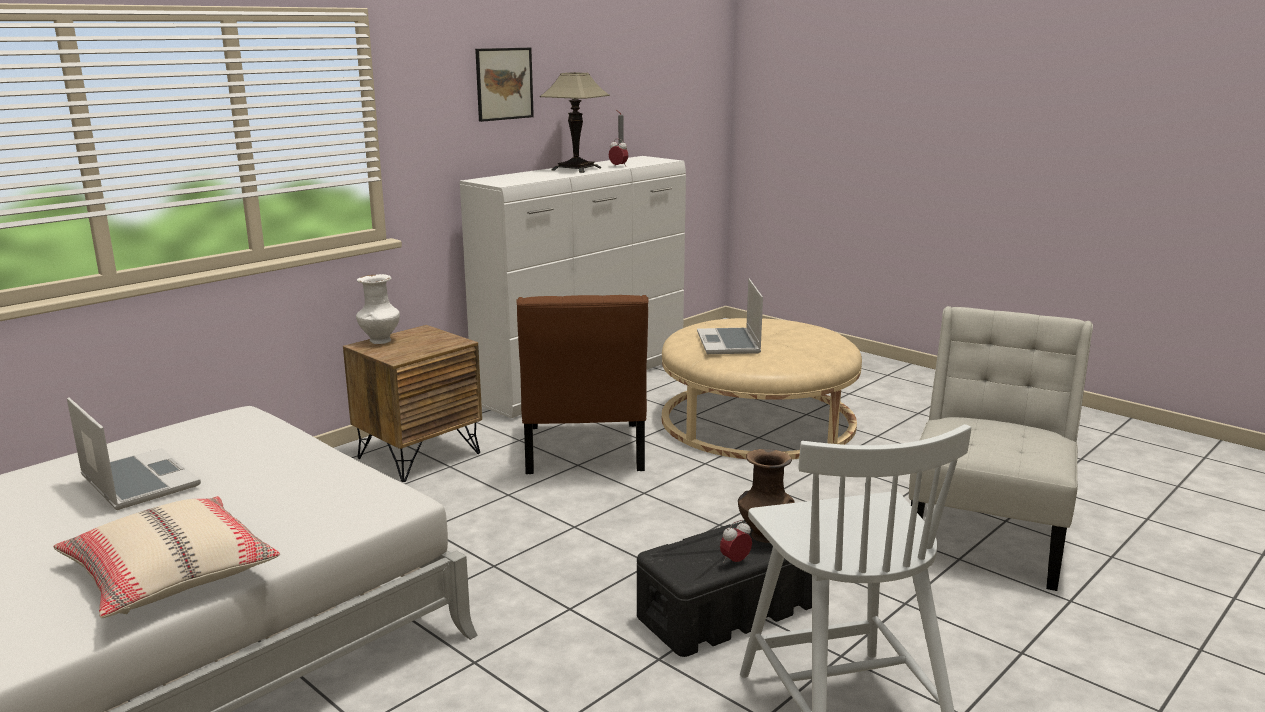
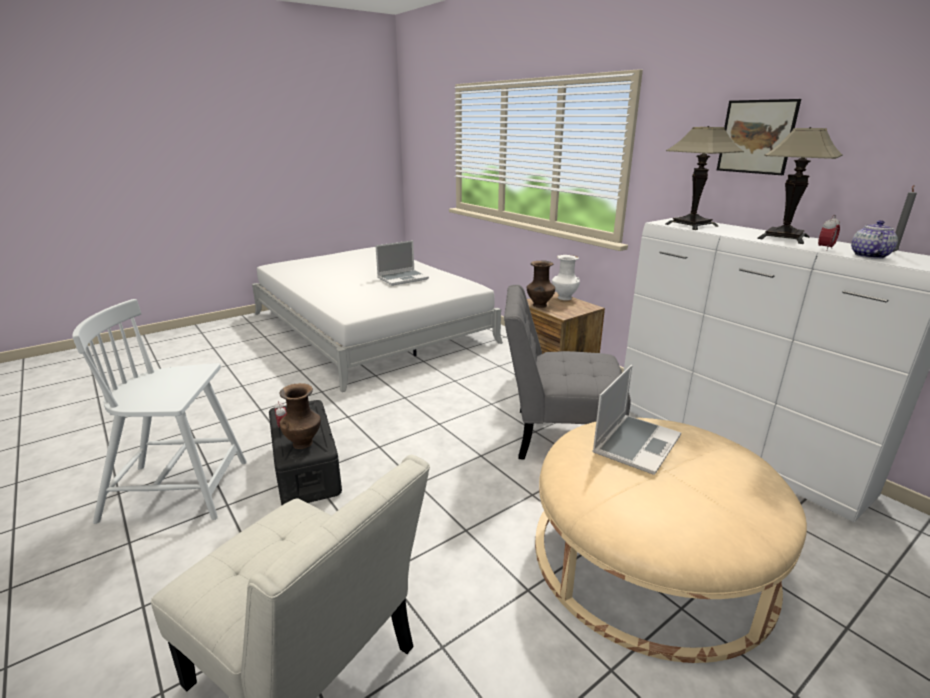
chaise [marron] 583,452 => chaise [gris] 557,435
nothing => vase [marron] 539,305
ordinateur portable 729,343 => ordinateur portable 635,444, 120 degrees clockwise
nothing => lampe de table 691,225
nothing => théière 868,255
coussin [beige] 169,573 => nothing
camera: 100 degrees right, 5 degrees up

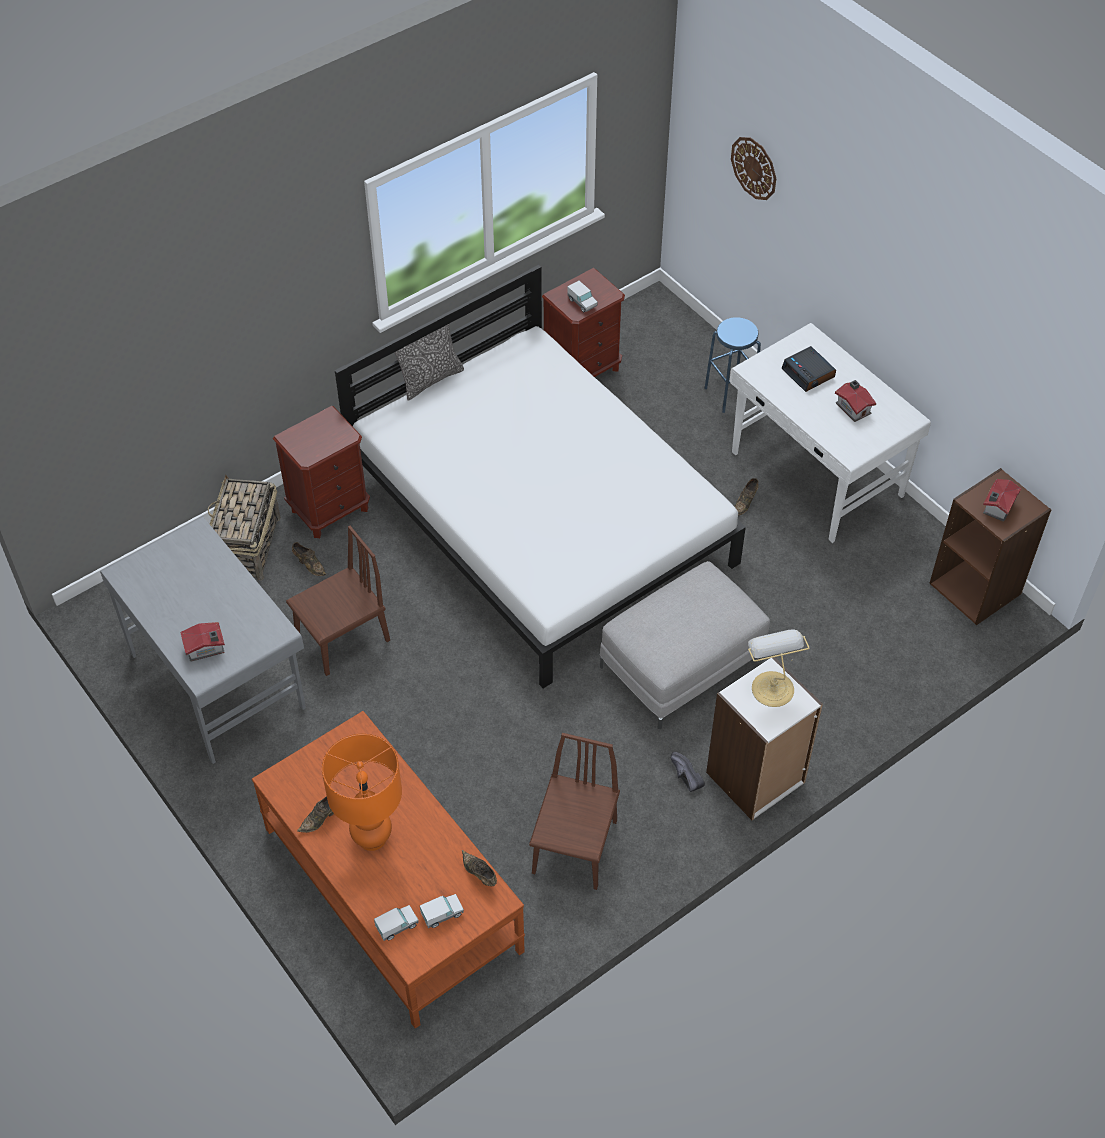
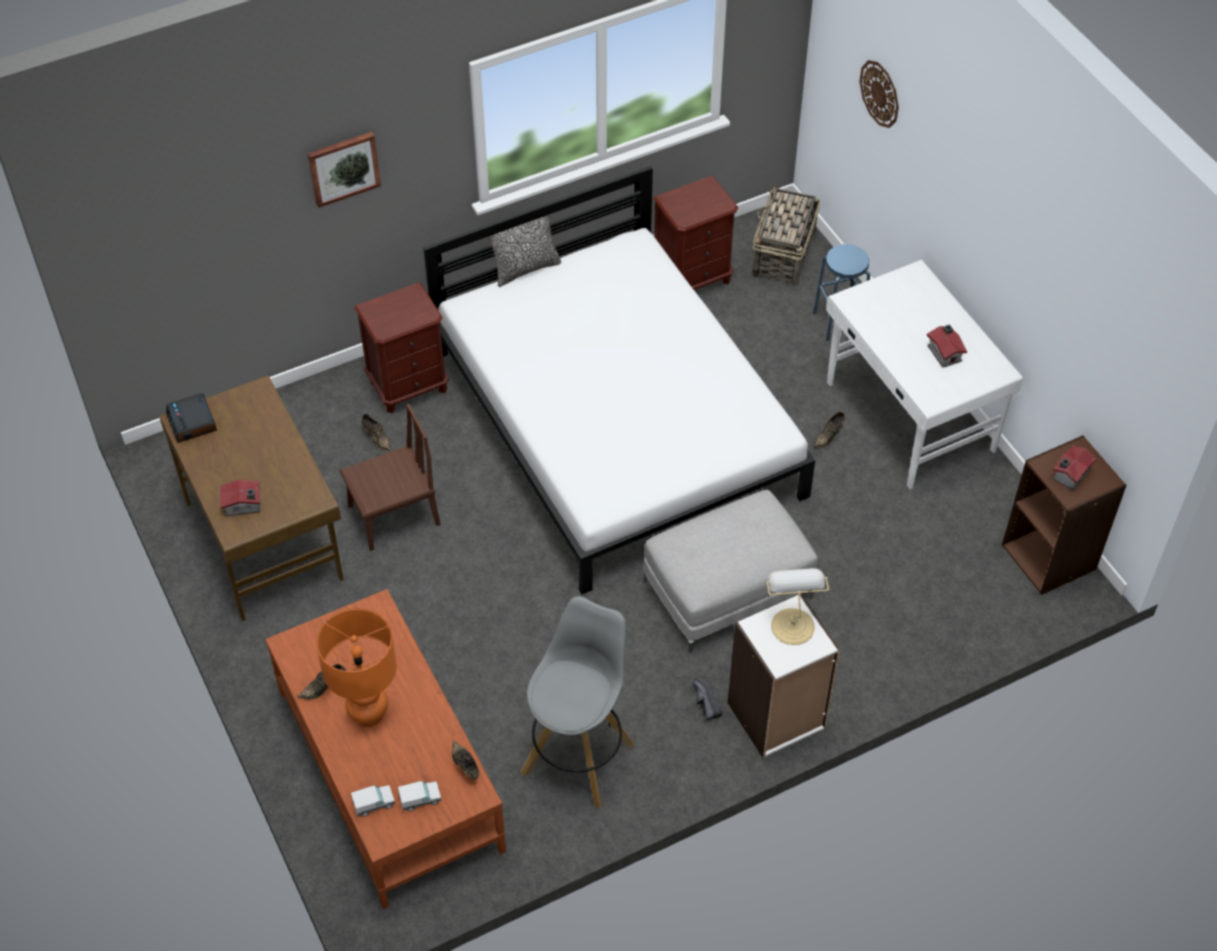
bureau [gris] 218,679 => bureau [marron] 265,538
réveil 809,373 => réveil 192,422, shifted
nothing => tableau 343,167
chaise [marron] 575,847 => tabouret [gris] 579,756
panier 247,546 => panier 783,255, shifted
camion jouet 582,303 => nothing
camera: 10 degrees right, 0 degrees up

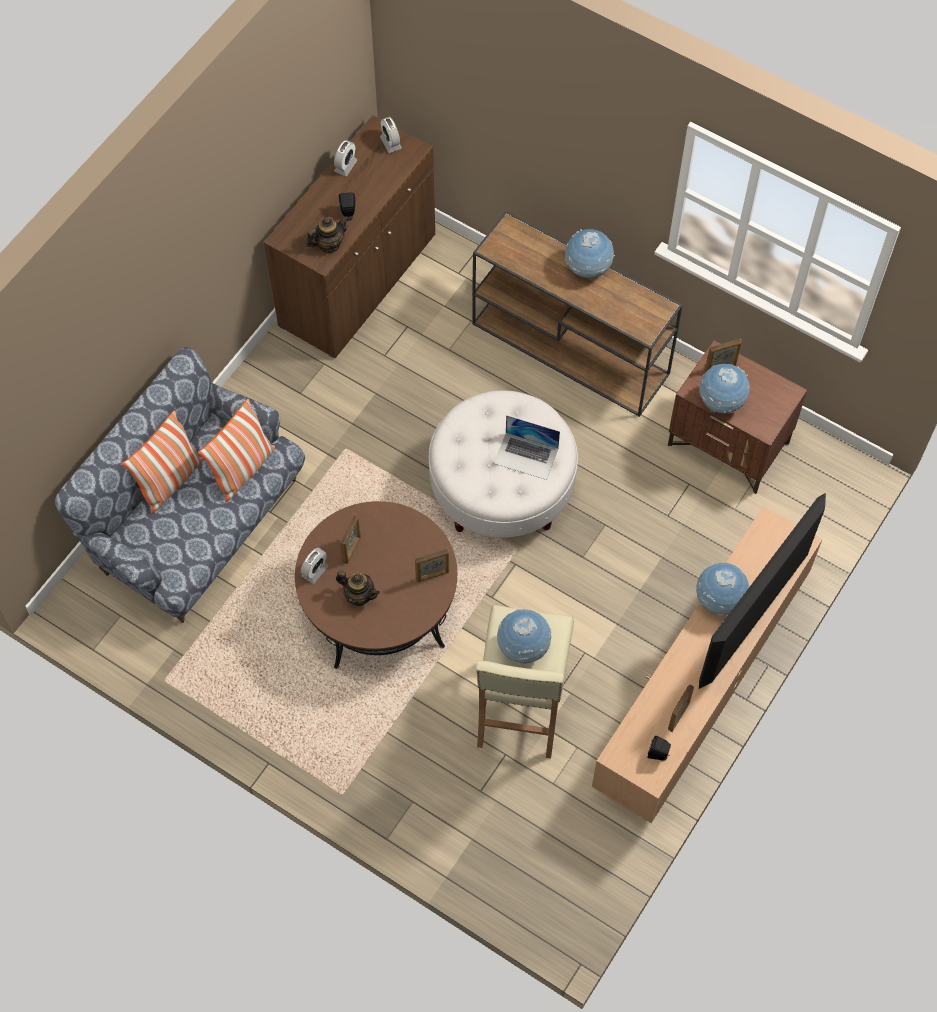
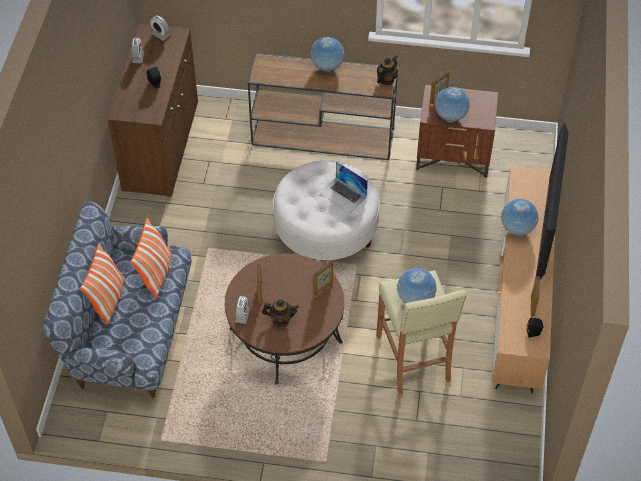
ordinateur portable 526,456 => ordinateur portable 343,195, 45 degrees clockwise
théière 329,244 => théière 386,80, shifted
camera: 25 degrees left, 10 degrees down

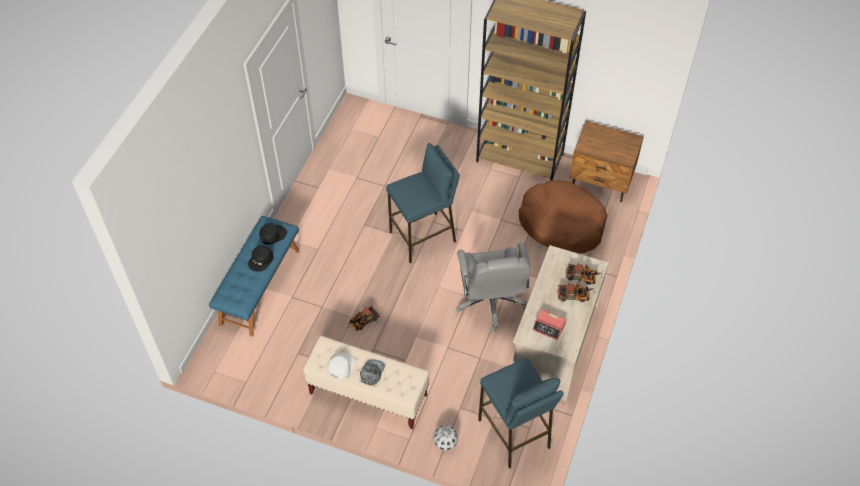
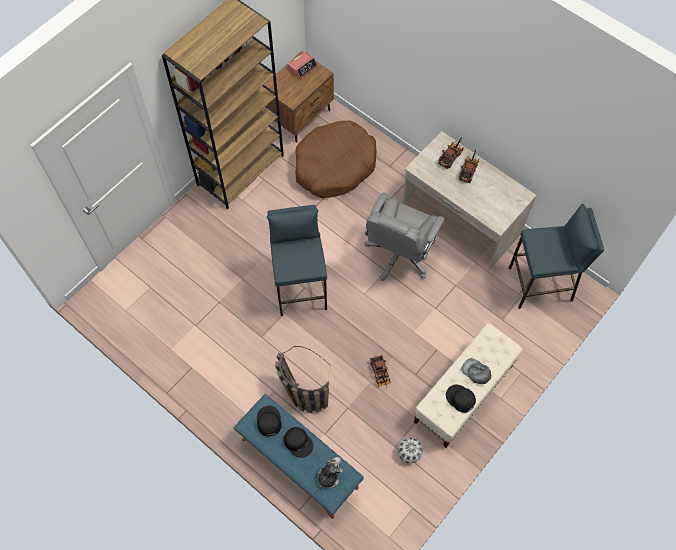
nothing => panier 301,393
réveil 549,327 => réveil 302,67, shifted
nothing => peluche 329,476
chaise de bureau [gris] 491,302 => chaise de bureau [gris] 399,254, 105 degrees clockwise
ballon de foot 445,442 => ballon de foot 408,453, shifted
casquette [blanc] 340,366 => casquette [noir] 460,399
camera: 70 degrees left, 10 degrees up

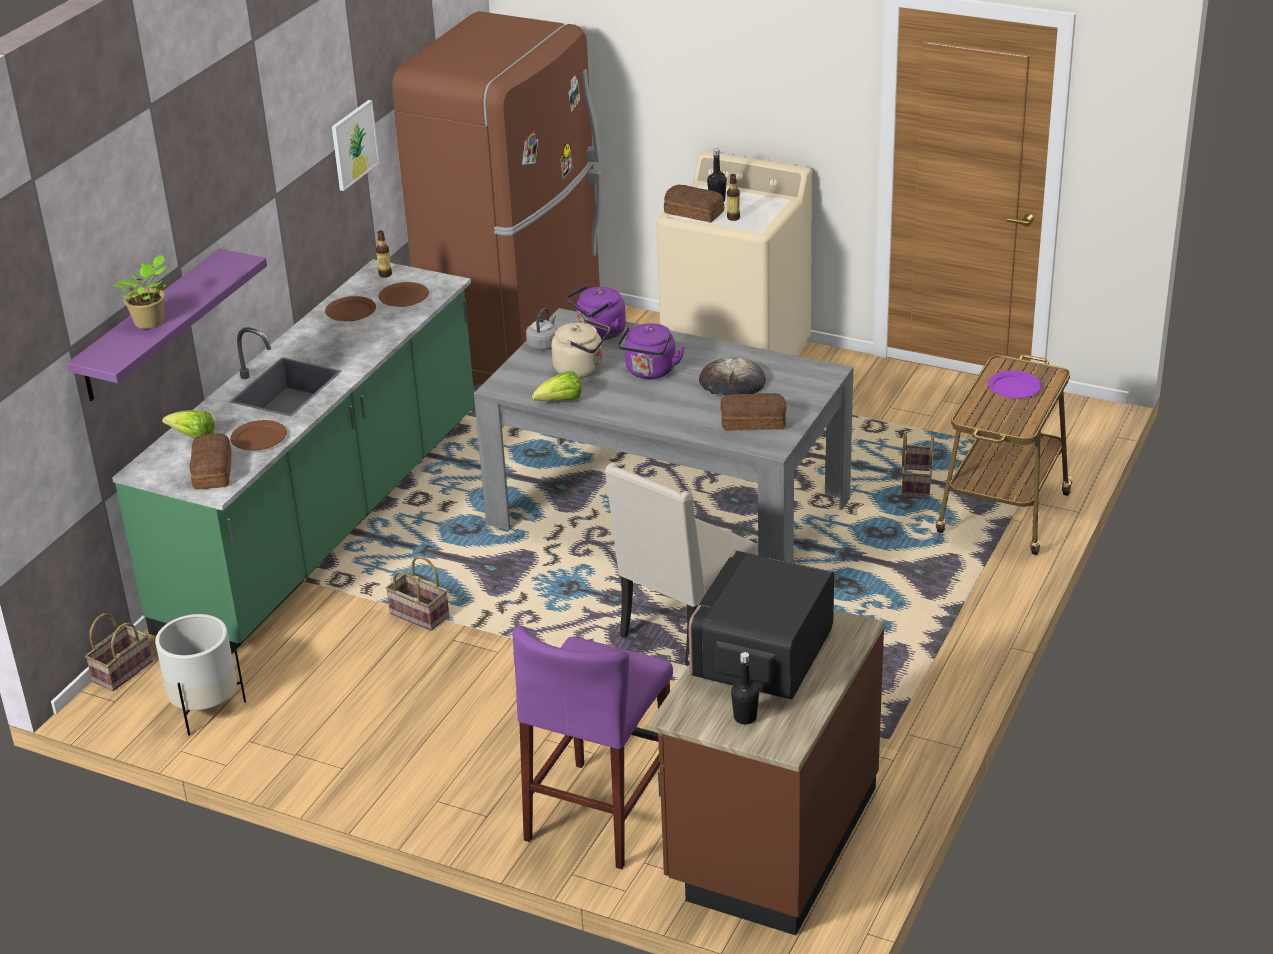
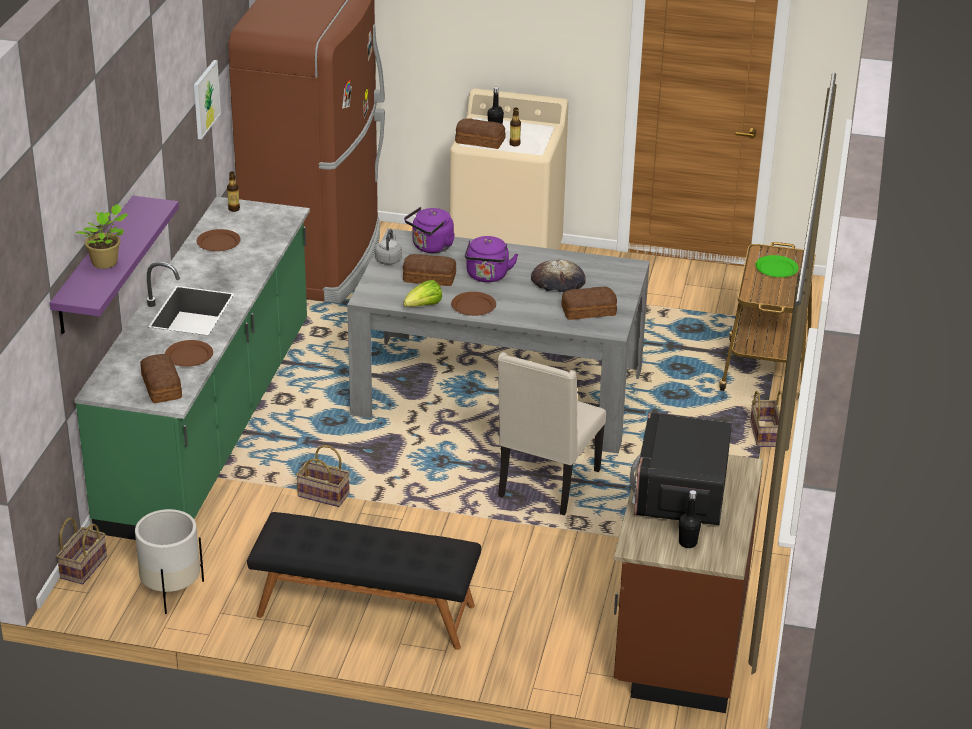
nothing => banc [noir] 365,611
bouilloire [beige] 582,369 => pain 430,278
assiette [marron] 403,297 => assiette [marron] 473,306, shifted
panier 915,484 => panier 763,433, shifted
assiette [violet] 1013,387 => assiette [vert] 776,268
laitue 193,438 => nothing
tabouret [violet] 599,814 => nothing
camera: 15 degrees left, 0 degrees up

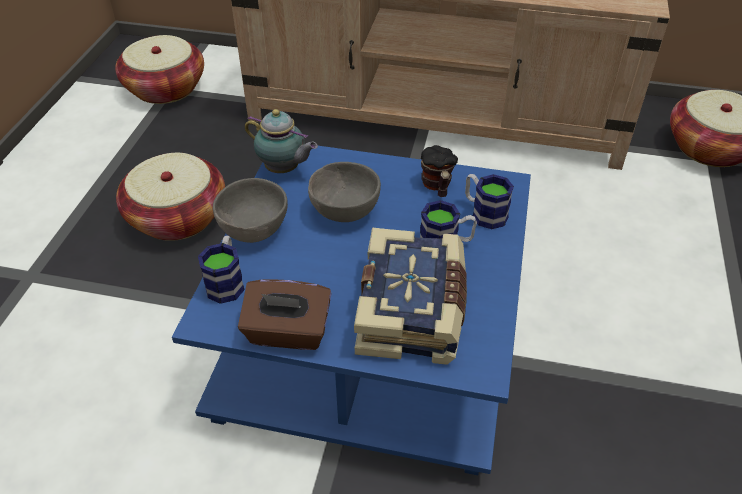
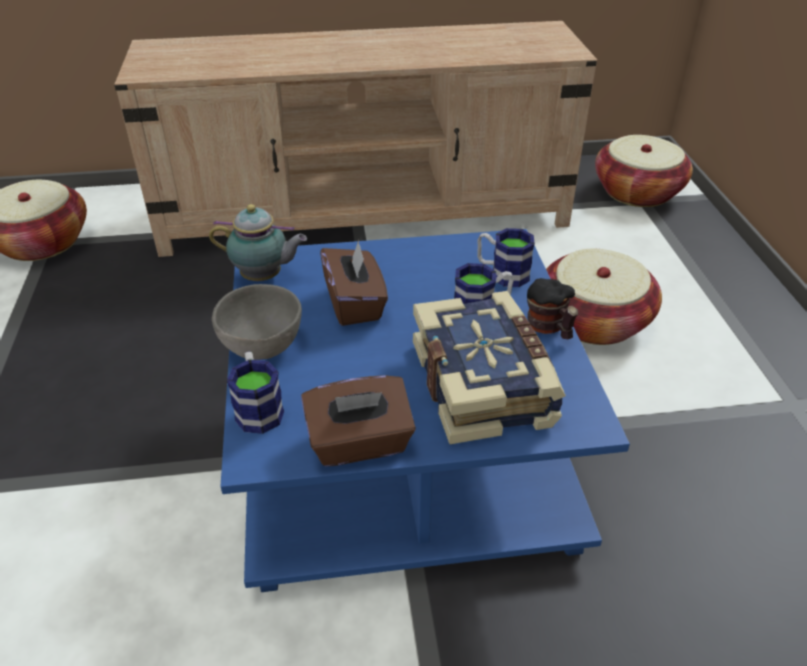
bol [gris] 344,211 => boîte à mouchoirs [marron] 355,304
mug 437,187 => mug 549,329, shifted
panier 178,217 => panier 593,320, shifted
camera: 20 degrees left, 5 degrees down

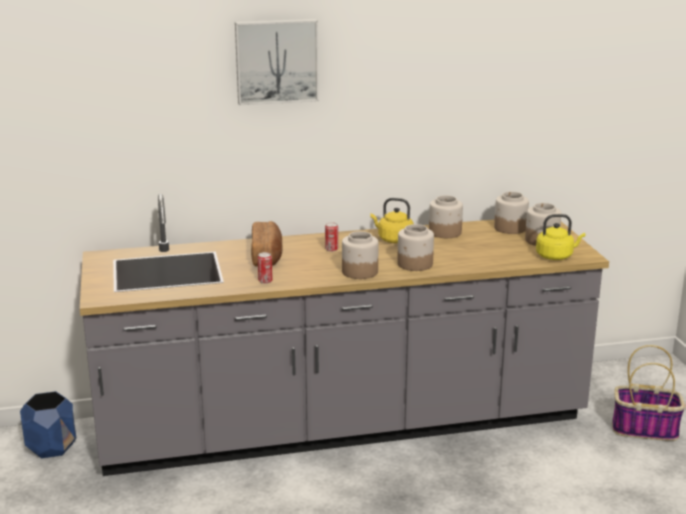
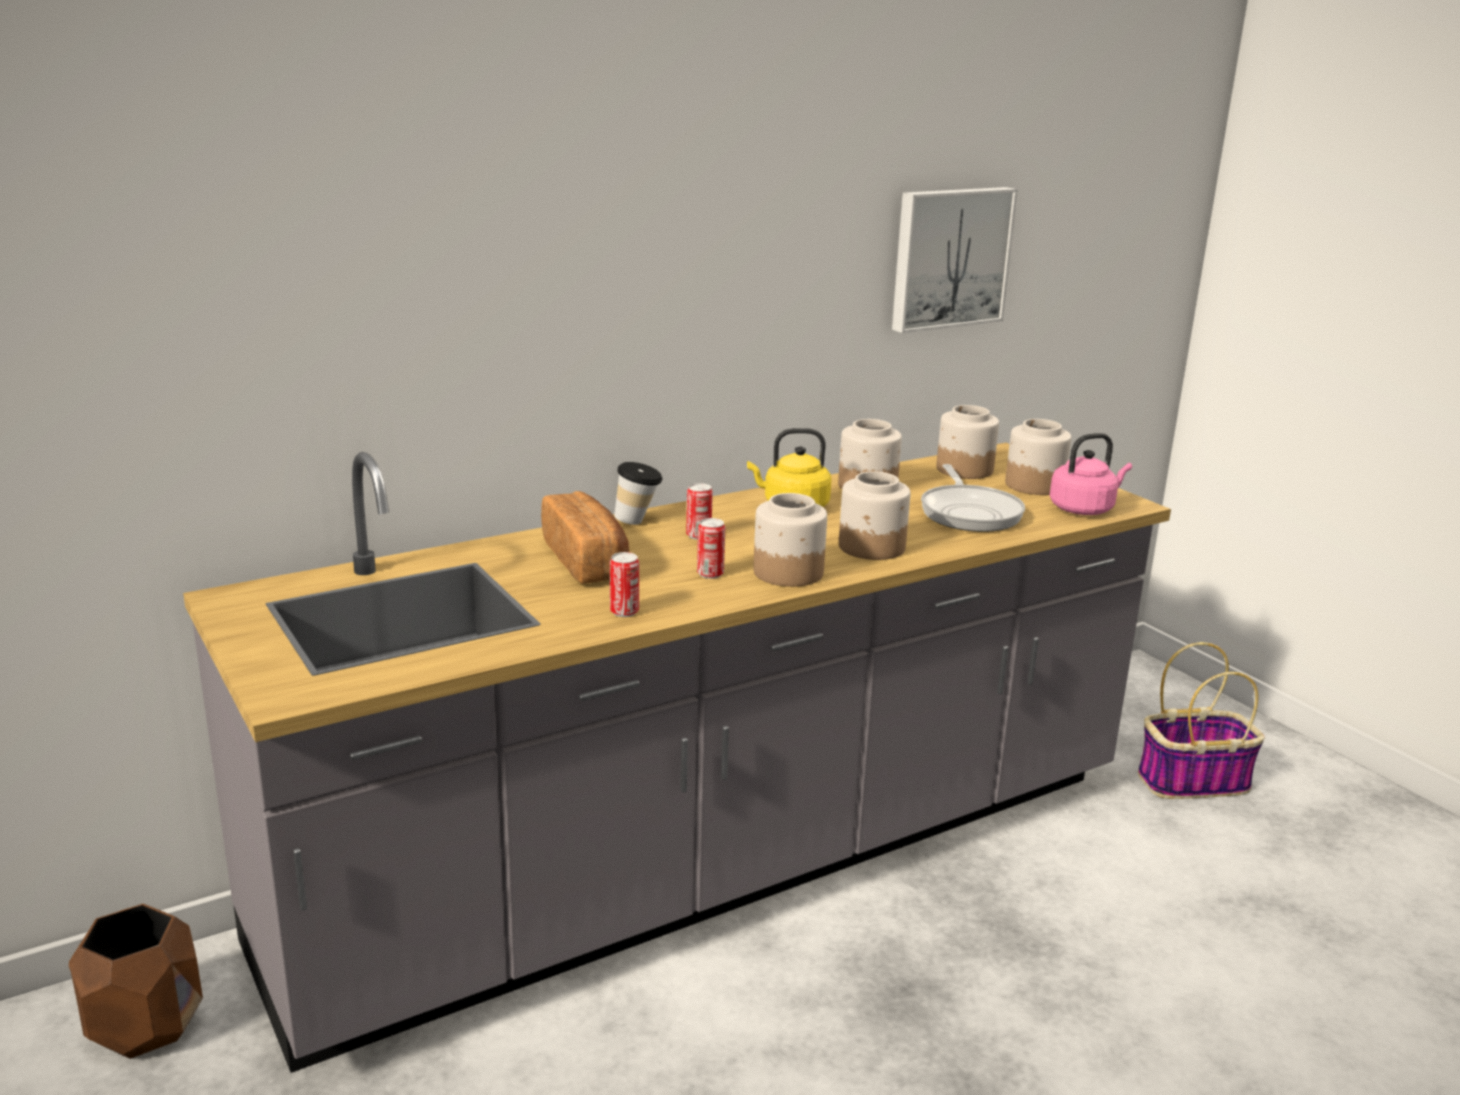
cache-pot [bleu] 52,447 => cache-pot [marron] 146,1025
nothing => tasse 638,521
nothing => boîte métallique 710,574
tableau 276,61 => tableau 949,258, shifted
nothing => poêle 969,512
bouilloire [jaune] 556,256 => bouilloire [rose] 1084,509
camera: 20 degrees left, 0 degrees up

